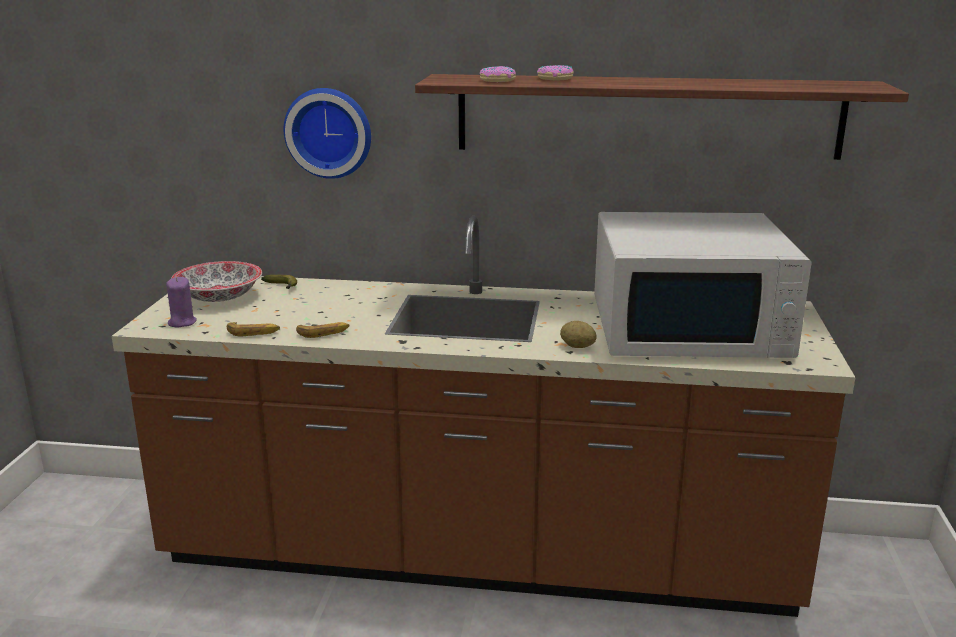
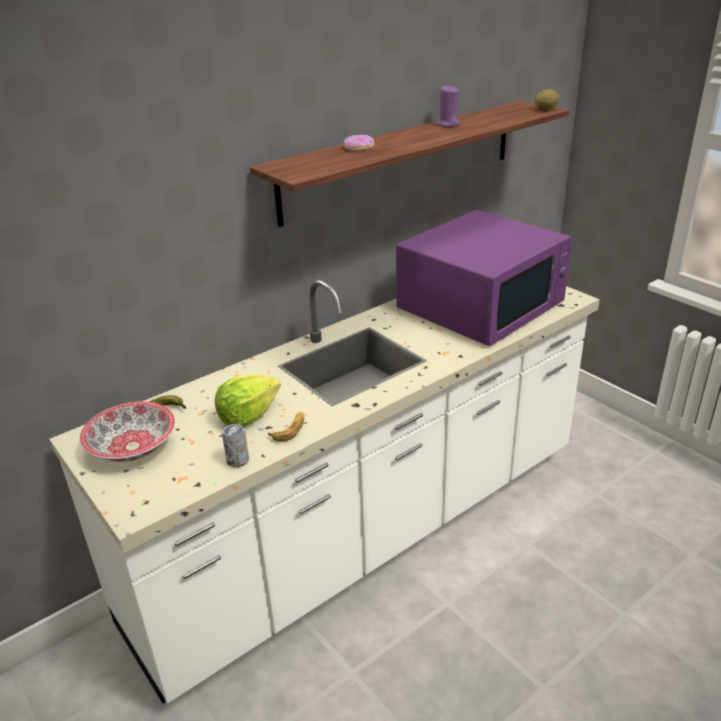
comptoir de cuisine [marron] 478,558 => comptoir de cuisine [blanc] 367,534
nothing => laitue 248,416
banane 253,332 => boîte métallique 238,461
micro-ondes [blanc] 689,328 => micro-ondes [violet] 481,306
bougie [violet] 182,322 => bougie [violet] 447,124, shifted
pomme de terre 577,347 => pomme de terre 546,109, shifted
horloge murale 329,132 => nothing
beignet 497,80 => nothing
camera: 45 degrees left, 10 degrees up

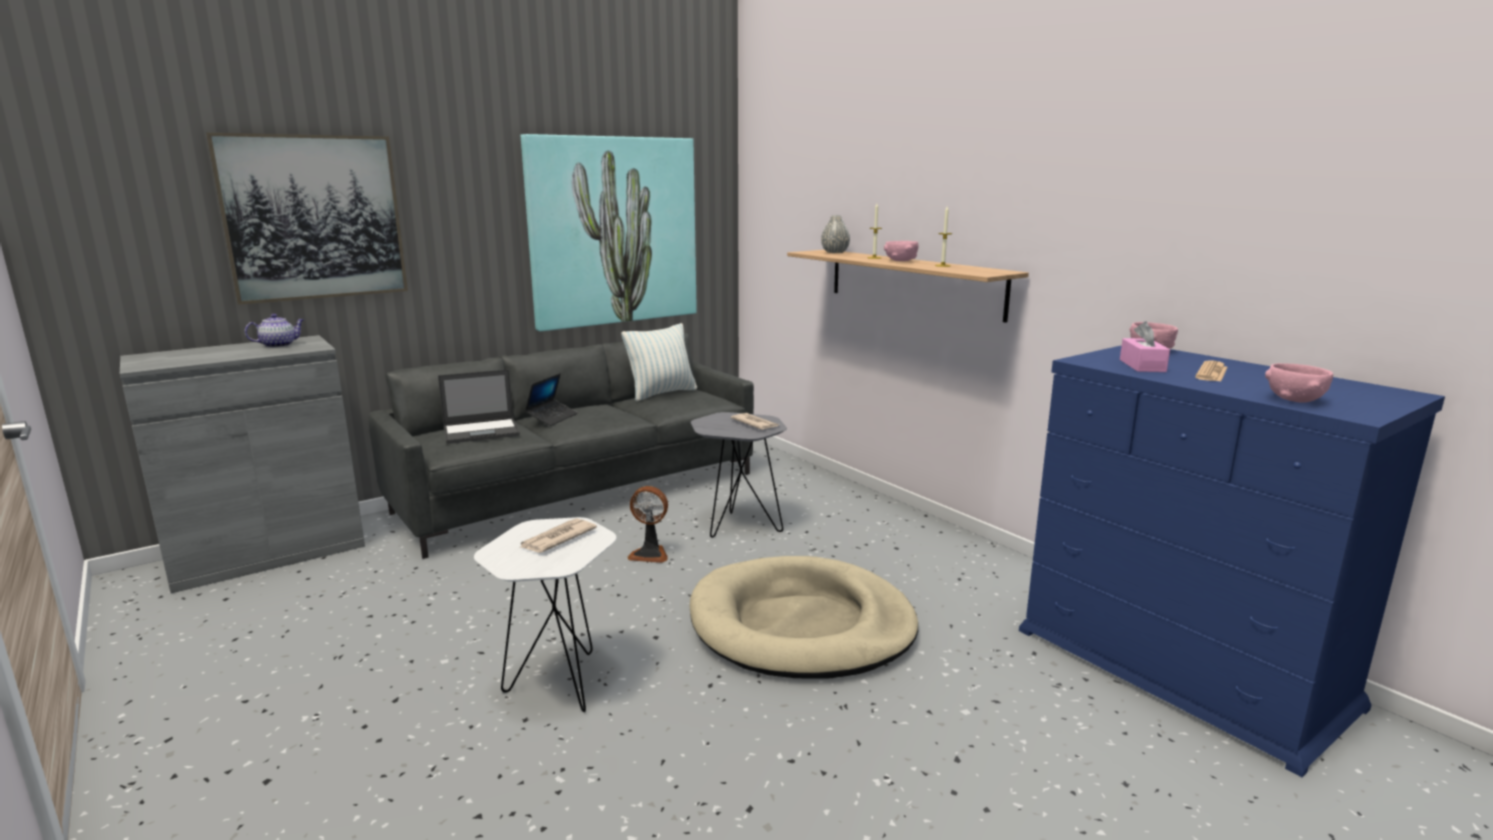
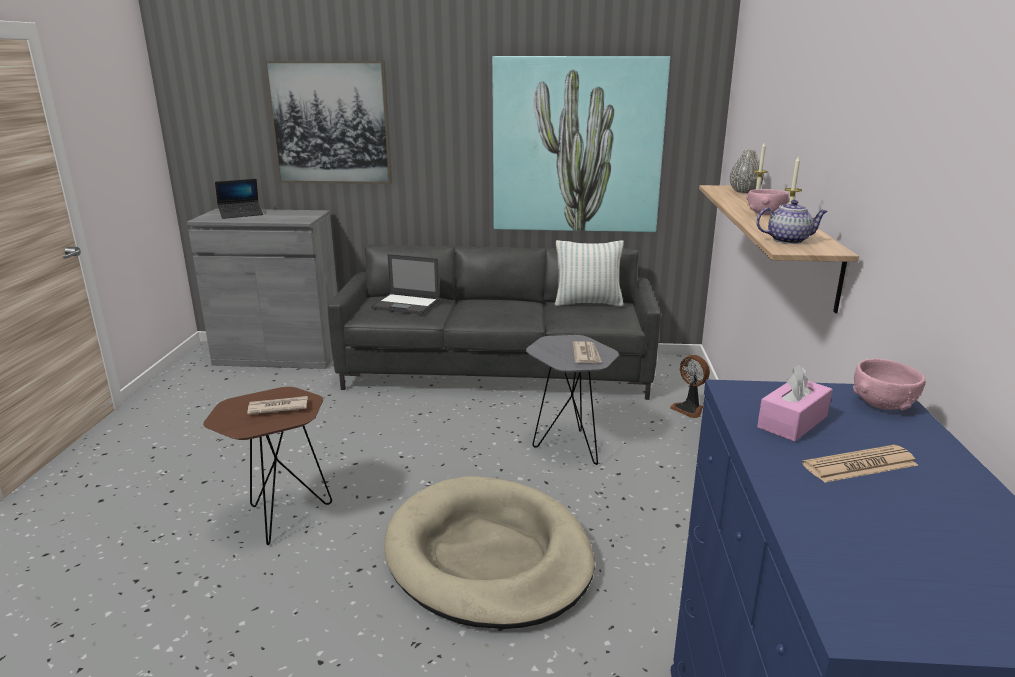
table d'appoint [blanc] 558,687 => table d'appoint [marron] 280,518
ordinateur portable 552,417 => ordinateur portable 241,214, shifted
ventilateur 650,554 => ventilateur 689,409, shifted
théière 279,345 => théière 788,240, shifted
bol [rose] 1294,400 => nothing
camera: 40 degrees right, 5 degrees up

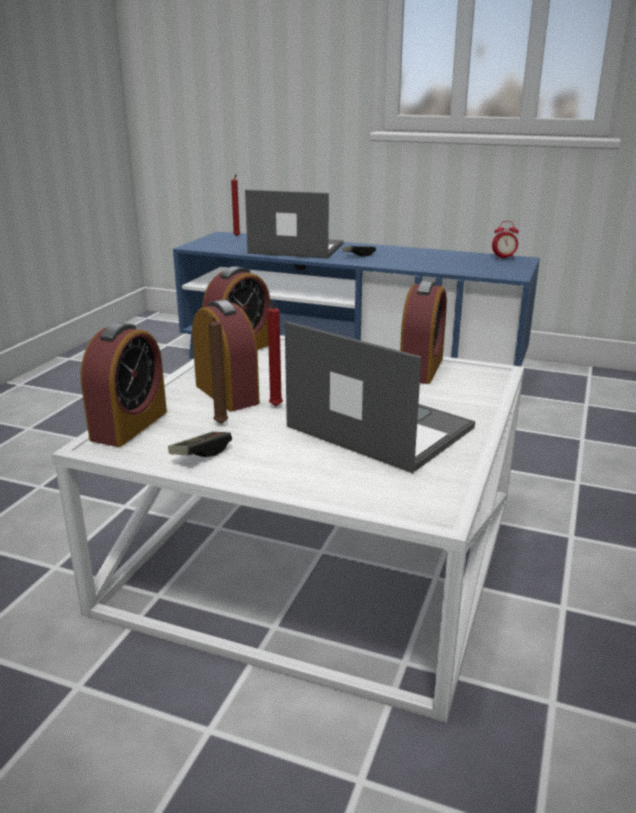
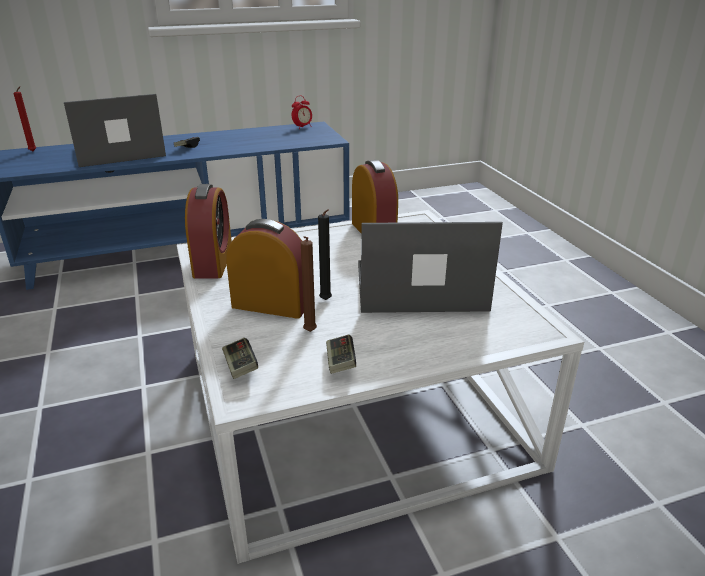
réveil 129,425 => manette 240,366
bougie [rouge] 275,407 => bougie [noir] 326,301
camera: 40 degrees left, 5 degrees up

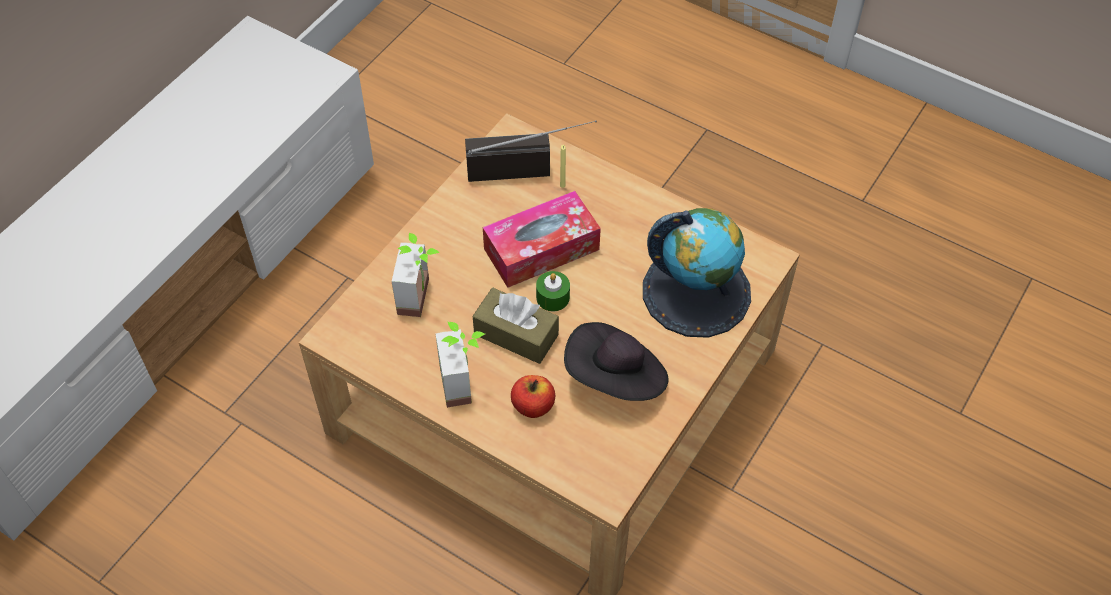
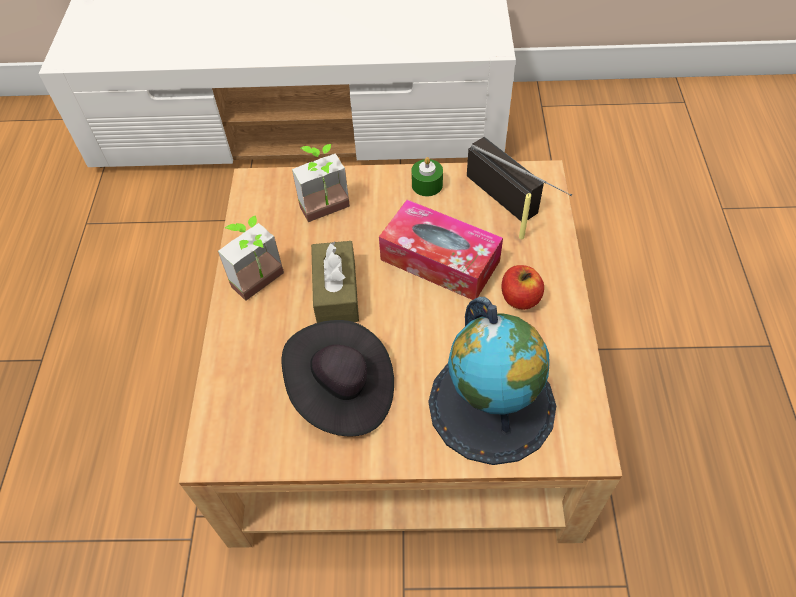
bougie [vert] 553,297 => bougie [vert] 427,185, shifted
pomme 533,406 => pomme 520,298, shifted
camera: 60 degrees right, 0 degrees up

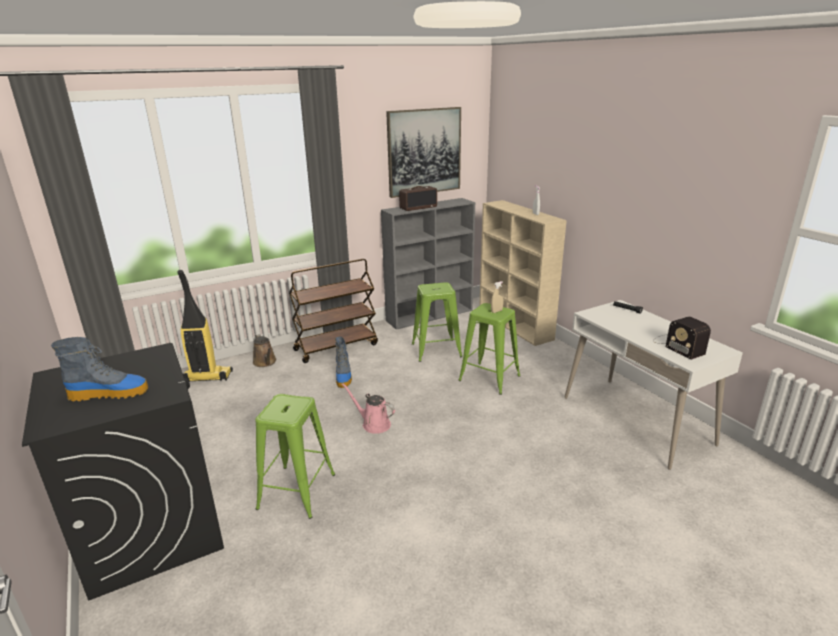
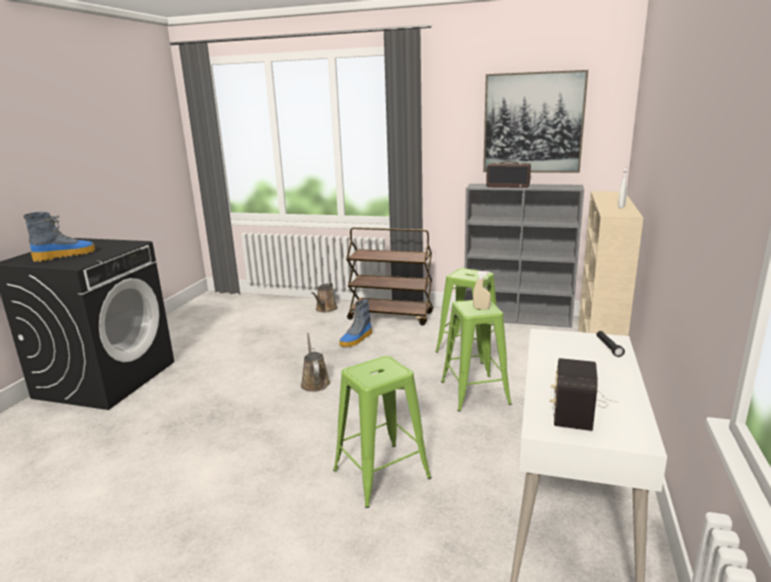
botte 110,393 => botte 65,255, 75 degrees counterclockwise
arrosoir [rose] 373,424 => arrosoir [marron] 315,382
tabouret [vert] 296,491 => tabouret [vert] 380,474, shifted
aspirateur 207,377 => nothing
camera: 45 degrees right, 5 degrees down

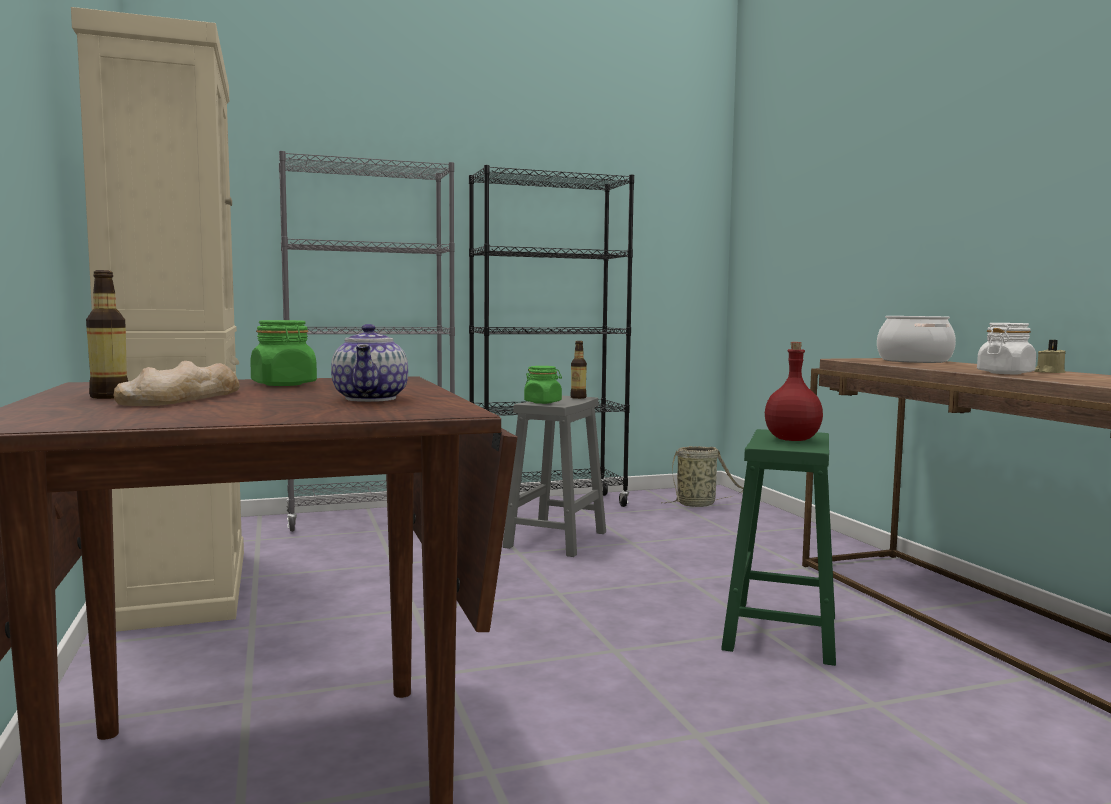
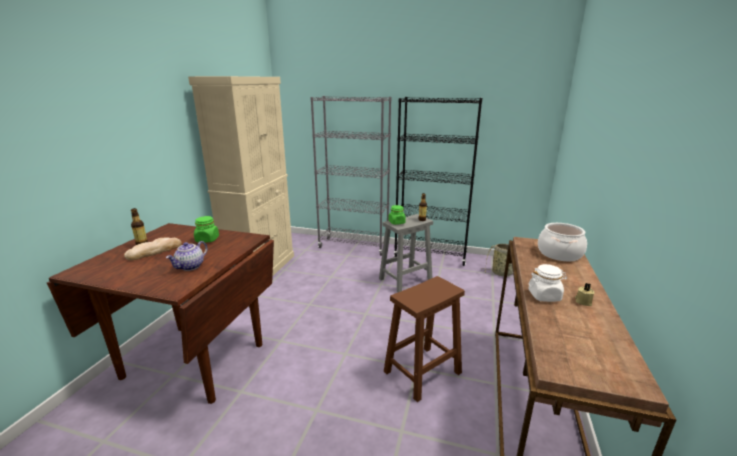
tabouret [vert] 781,633 => tabouret [marron] 421,373
bouteille [rouge] 791,440 => nothing
camera: 35 degrees right, 15 degrees up

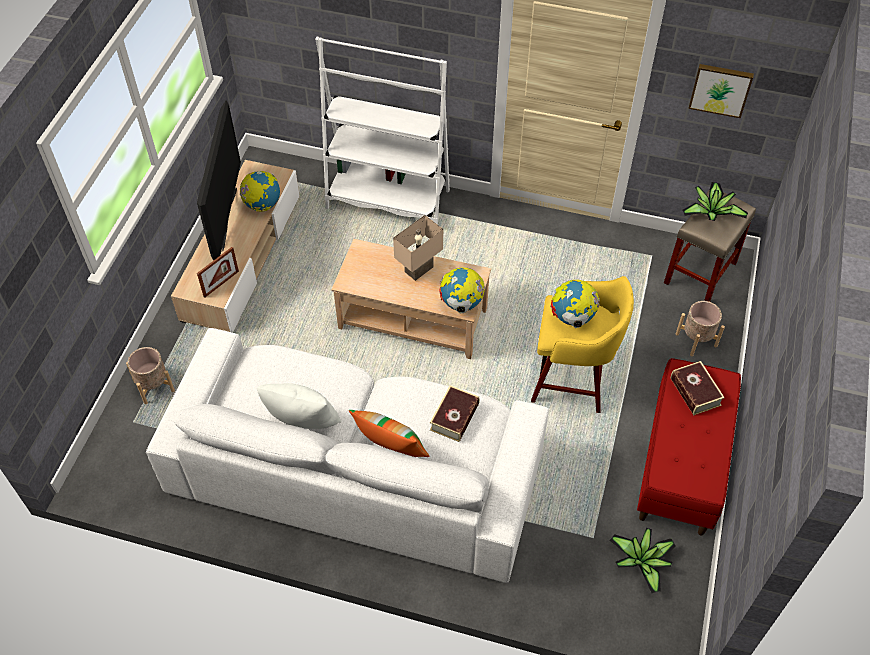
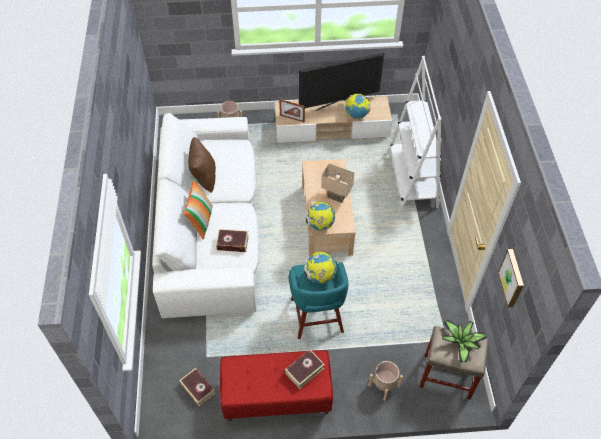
plante en pot 642,562 => livre 198,388
coussin [blanc] 302,423 => coussin [marron] 204,177
tabouret [jaune] 572,380 => tabouret [turquoise] 317,317
camera: 70 degrees right, 0 degrees up

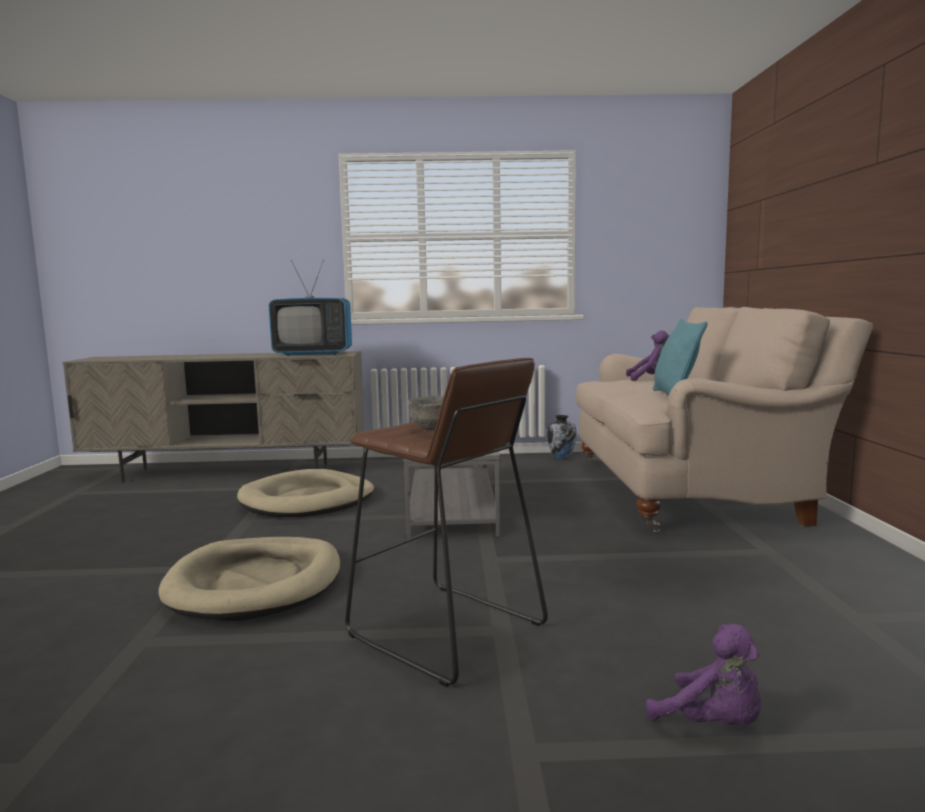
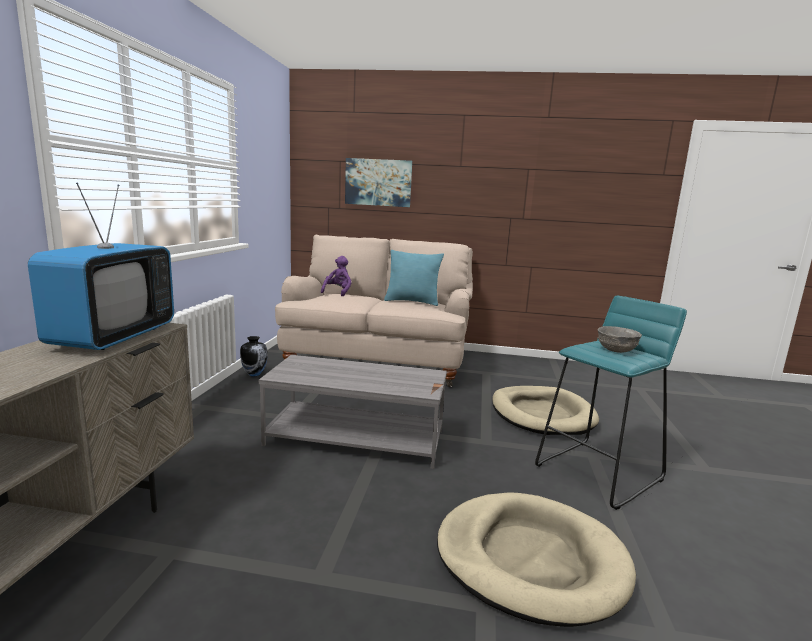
nothing => tableau 378,182
panier pour chien [beige] 308,500 => panier pour chien [beige] 542,414, shifted
tabouret [marron] 446,631 => tabouret [turquoise] 599,472
peluche [violet] 712,724 => nothing
camera: 80 degrees left, 5 degrees up

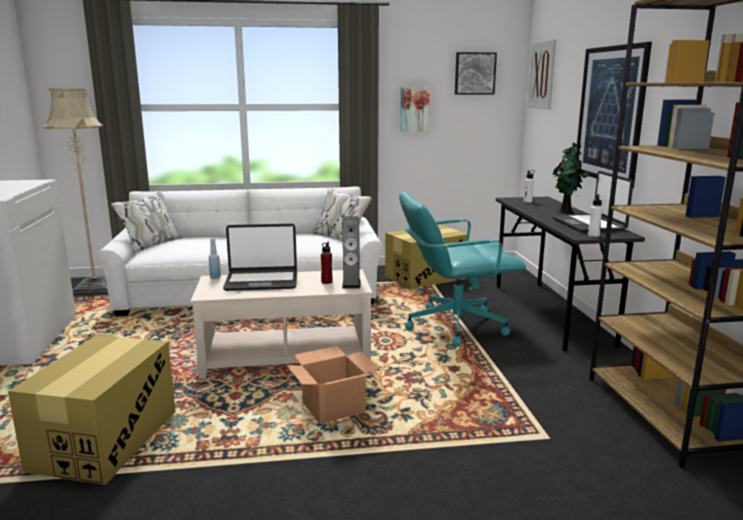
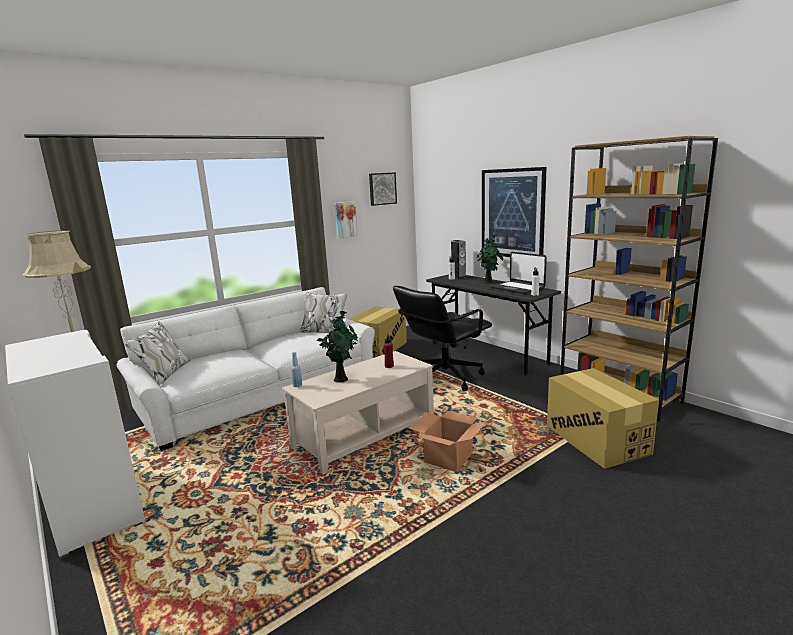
ordinateur portable 261,281 => plante en pot 341,379
chaise de bureau [turquoise] 454,325 => chaise de bureau [noir] 444,377
enceinte 351,284 => enceinte 458,276, shifted
carton 105,440 => carton 596,439, shifted
tableau 542,75 => nothing
camera: 30 degrees left, 0 degrees up

